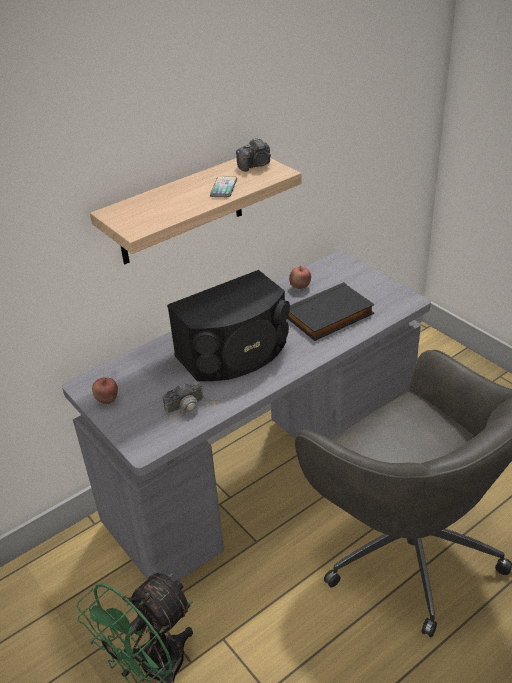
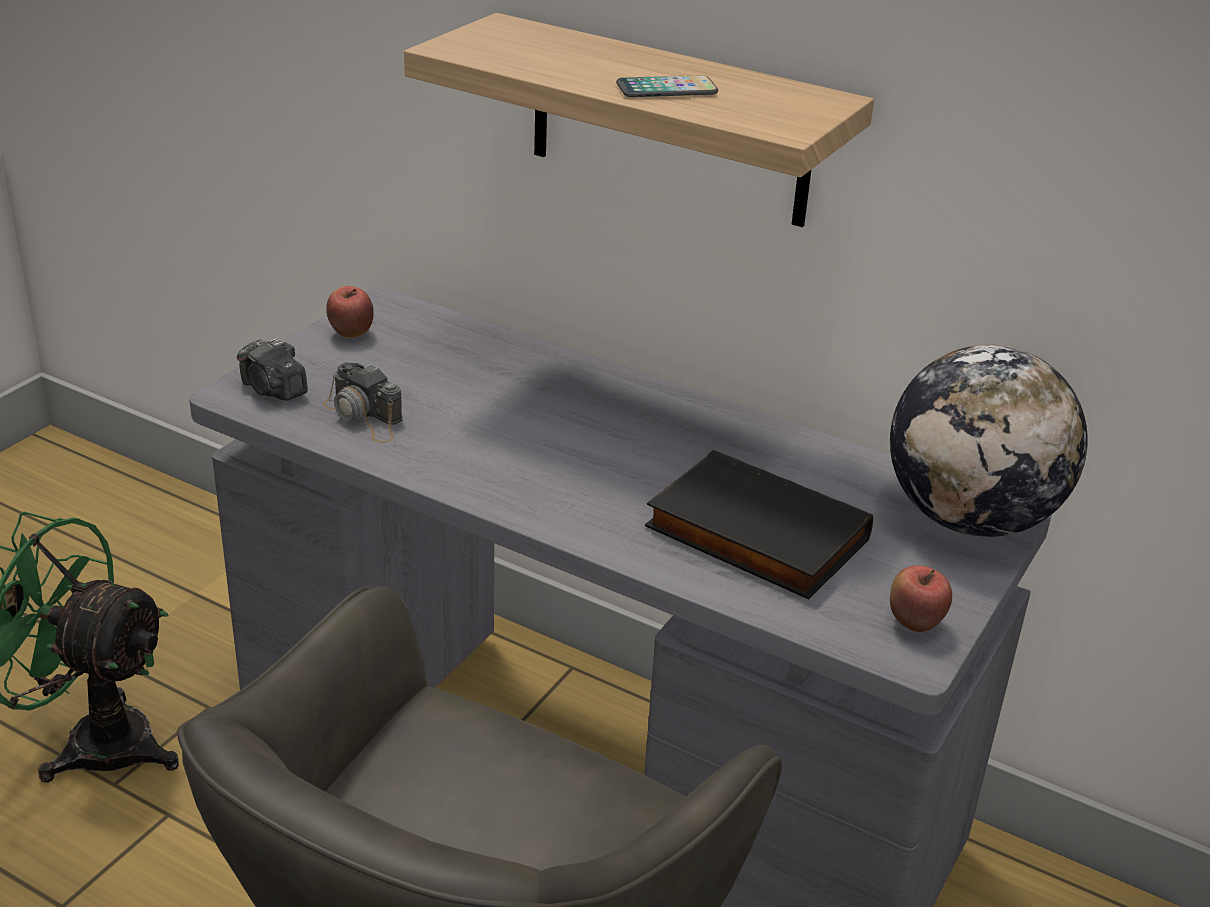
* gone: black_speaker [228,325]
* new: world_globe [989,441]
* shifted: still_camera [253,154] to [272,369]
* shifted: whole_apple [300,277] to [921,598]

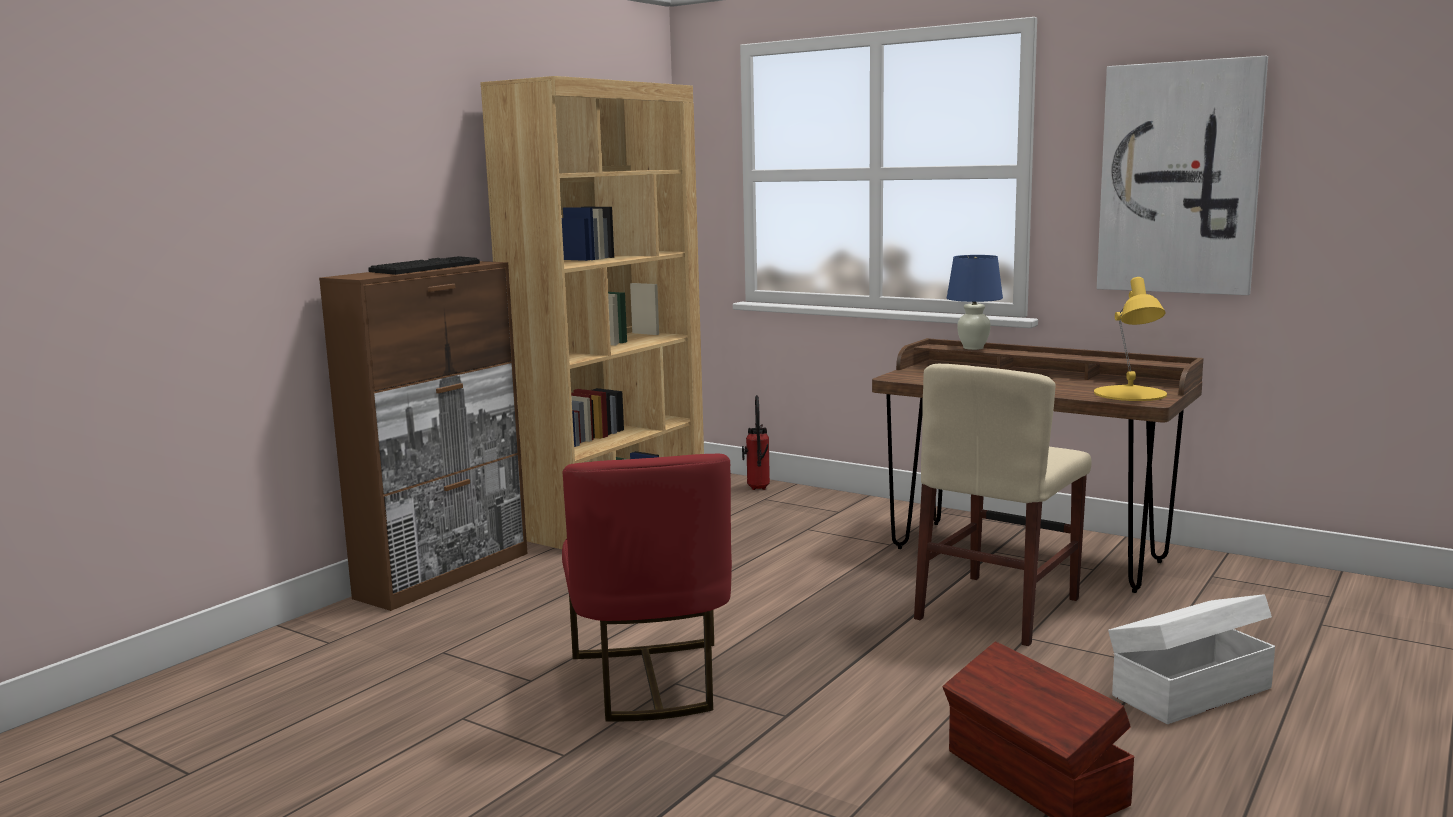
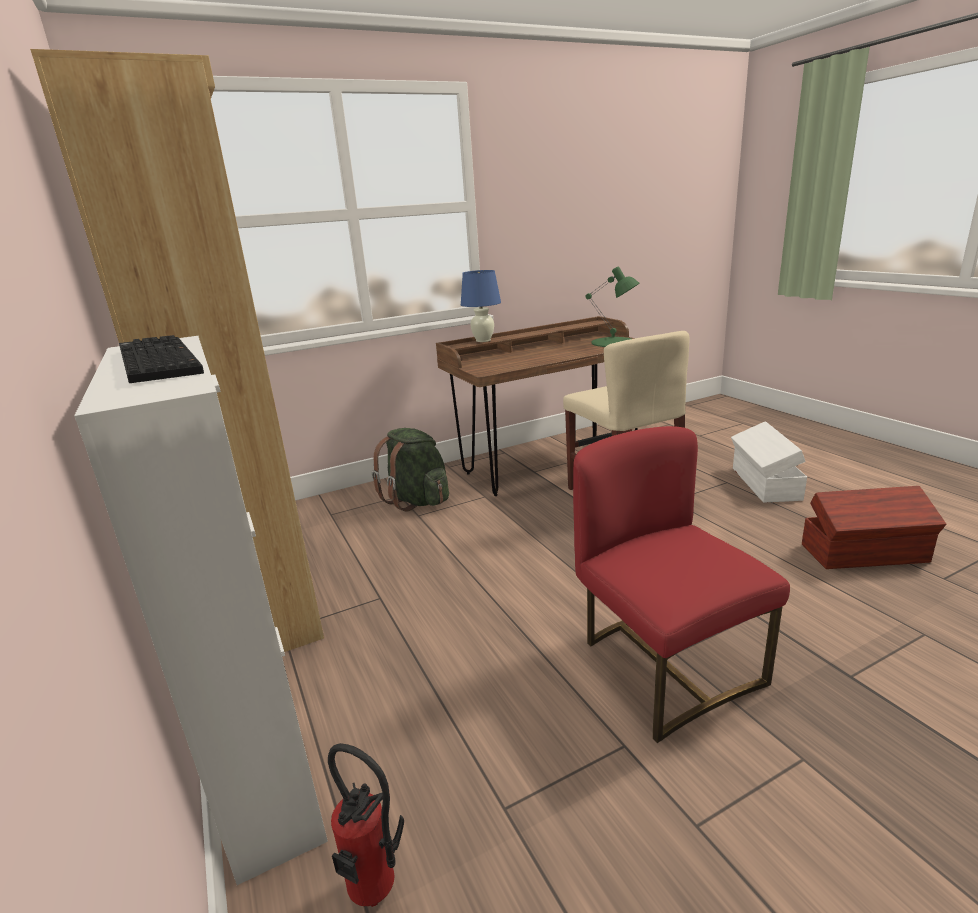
* gone: wall_art [1182,175]
* new: green-coloured_knapsack [410,469]
* shifted: fire_extinguisher [756,442] to [366,825]
* repainted: brown_cabinet [423,436] to whitish_cabinet [201,610]
* repainted: yellow-coloured_lamp_for_a_table [1130,339] to green-coloured_lamp_for_a_table [612,307]
* rotated: reddish_upright_chair [647,588] = [681,584] 135 degrees counterclockwise

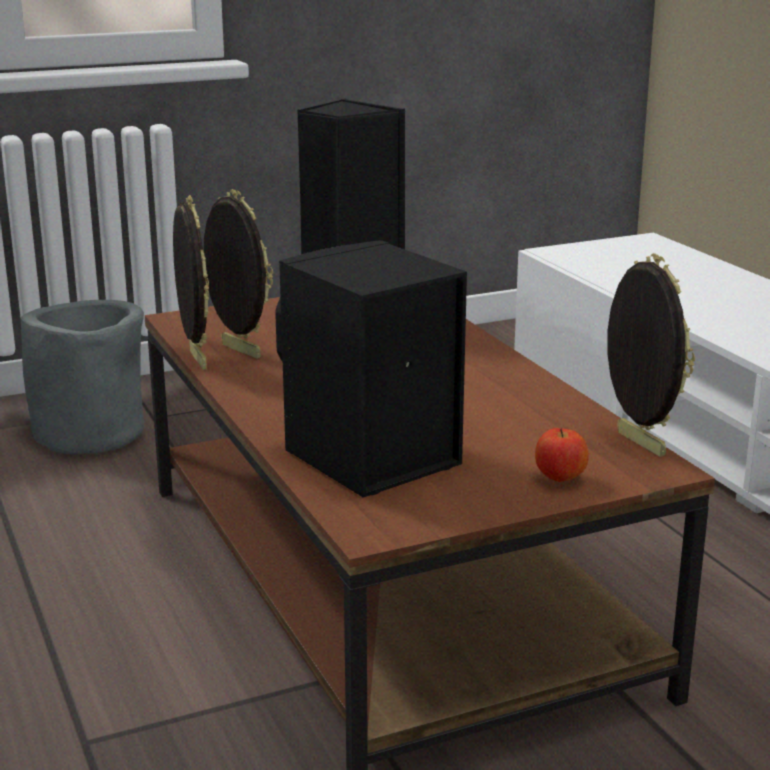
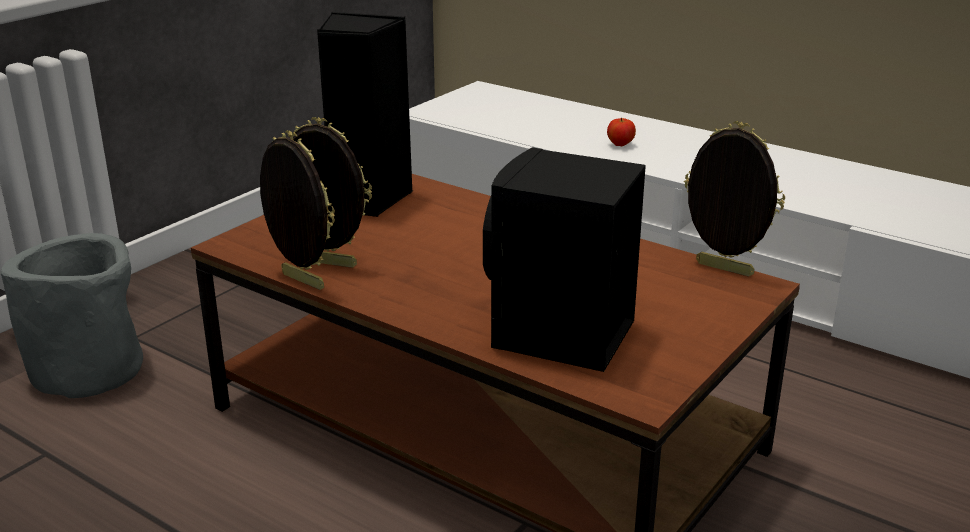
* shifted: whole_apple [562,455] to [621,132]

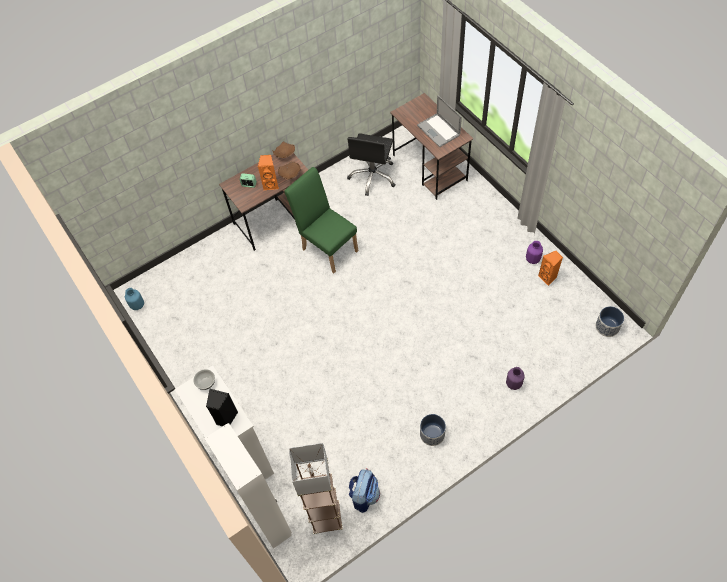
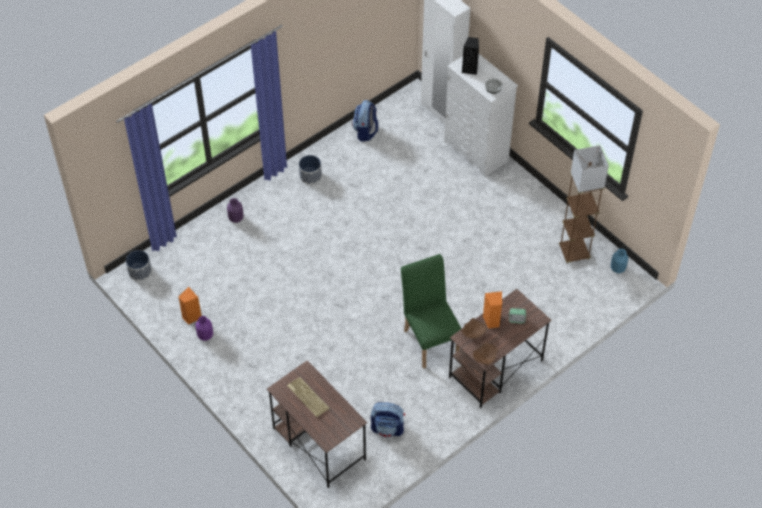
* shifted: brown_standard_lamp [316,488] to [584,204]
* swapped: black_office_chair [371,164] to knapsack [388,420]
* swapped: laptop [439,121] to computer_keyboard [308,397]
* rotated: green-coloured_upright_chair [321,220] = [431,311] 150 degrees counterclockwise

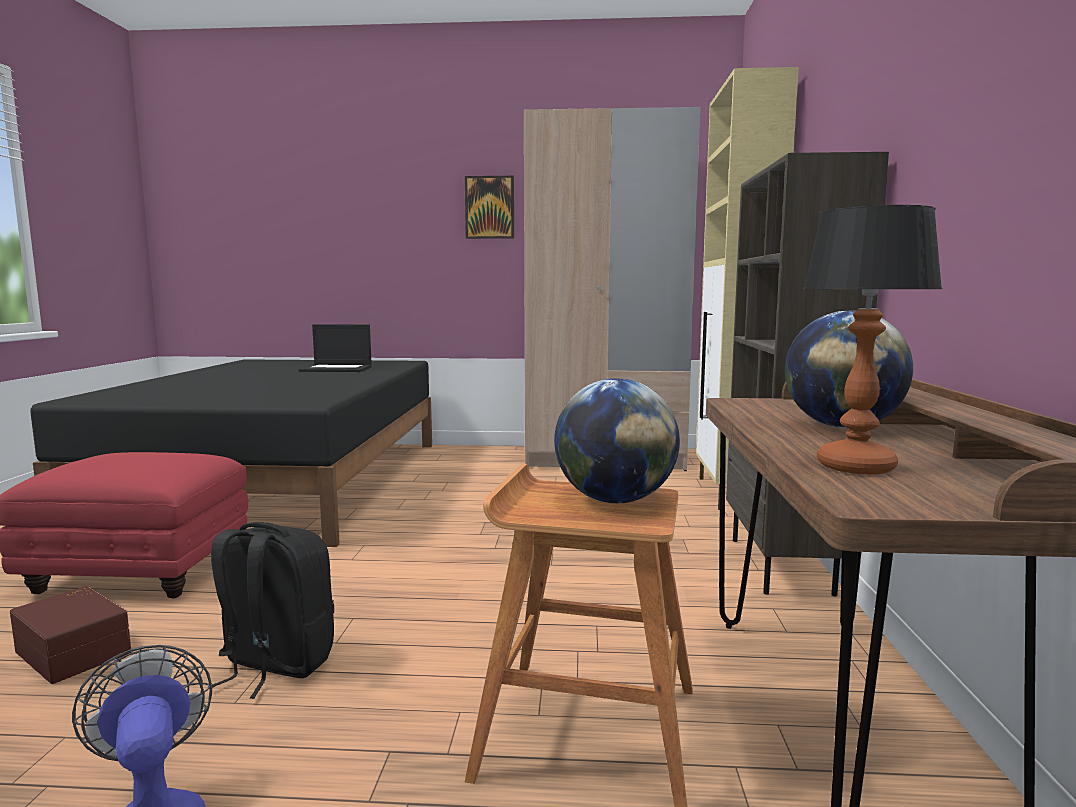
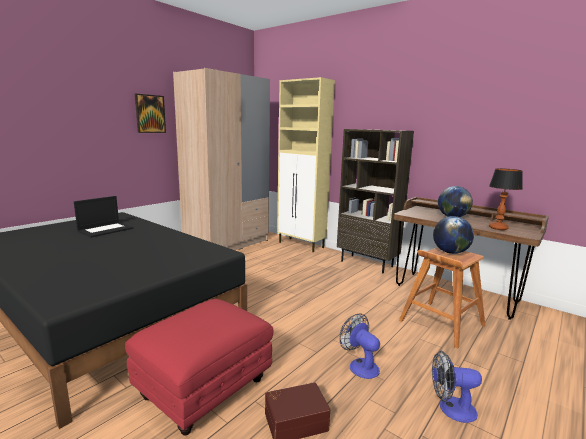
* swapped: black_knapsack [272,610] to fan [360,346]

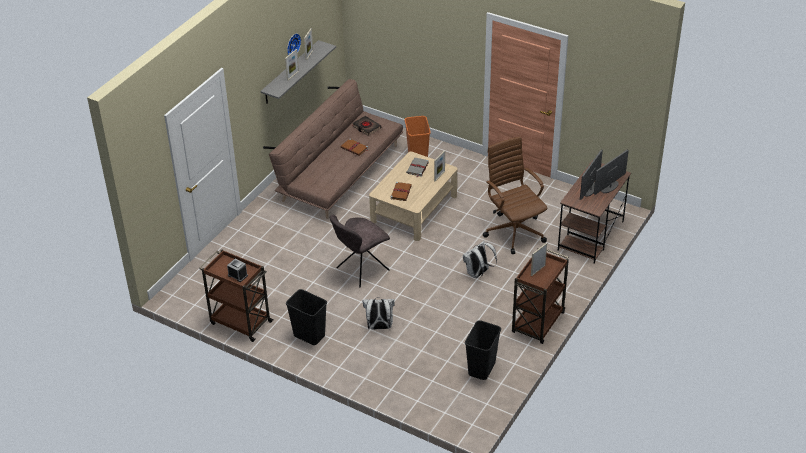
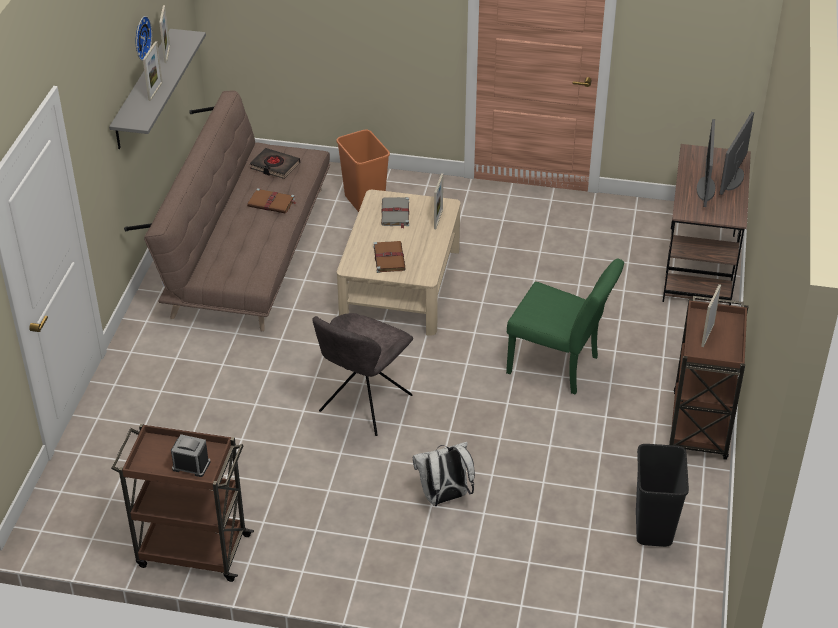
* gone: black_waste_bin [306,317]
* gone: brown_office_chair [515,195]
* swapped: whitish_knapsack [480,259] to green-coloured_upright_chair [565,326]

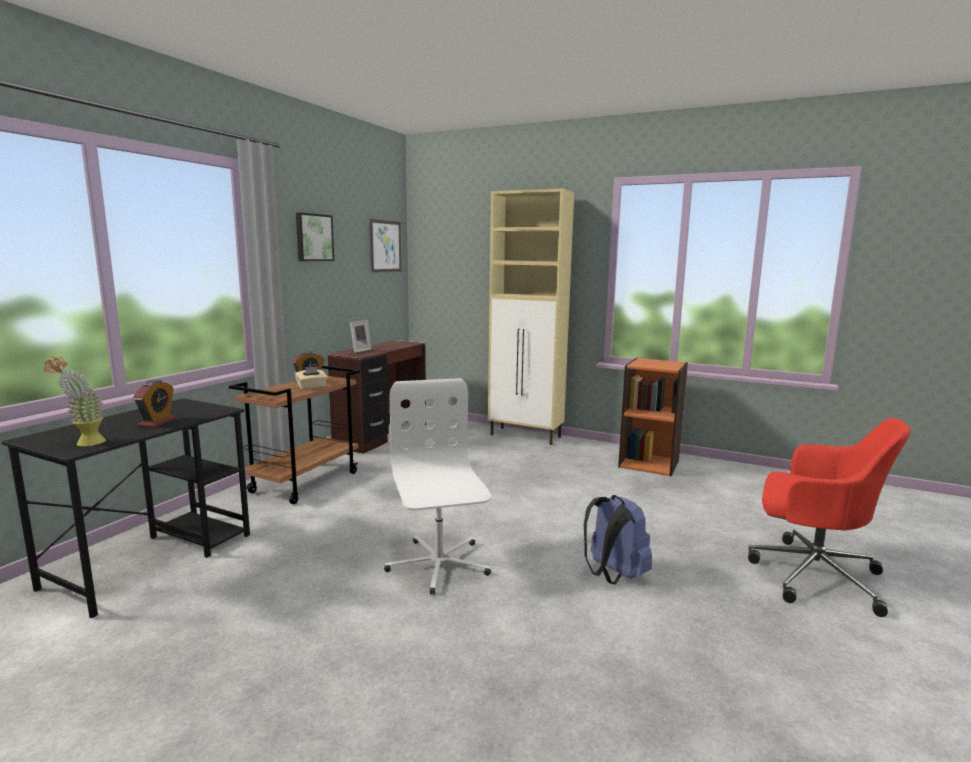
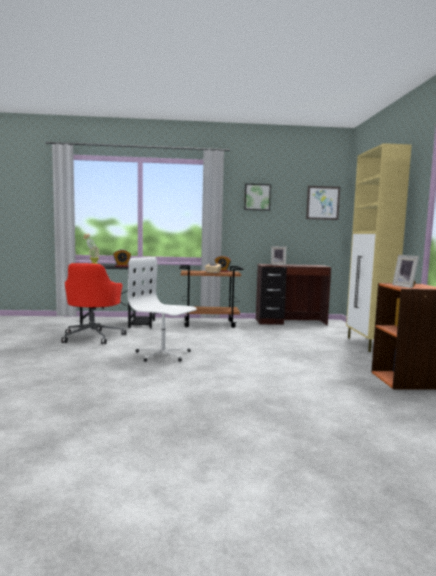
* gone: blue-coloured_knapsack [618,540]
* new: photo_frame [405,271]
* shifted: reddish_office_chair [829,517] to [93,303]
* rotated: whitish_office_chair [437,486] = [162,309] 105 degrees counterclockwise

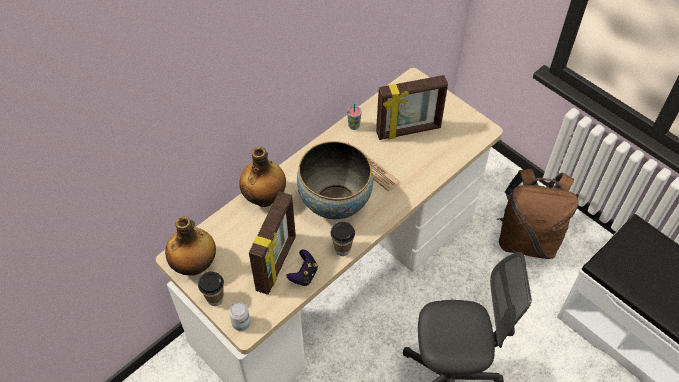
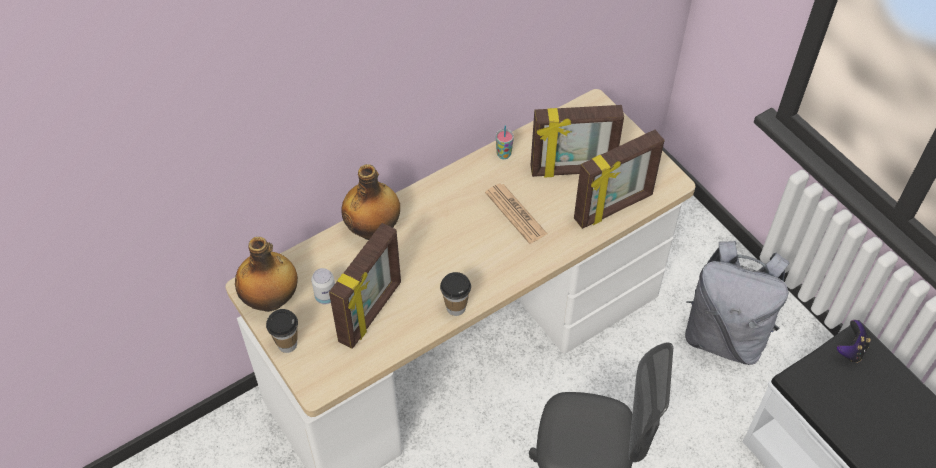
* gone: bowl [335,180]
* new: photo_frame [619,179]
* shifted: can [240,316] to [323,286]
* shifted: gamepad [302,267] to [854,341]
* repainted: brown_knapsack [538,213] to gray_knapsack [737,303]

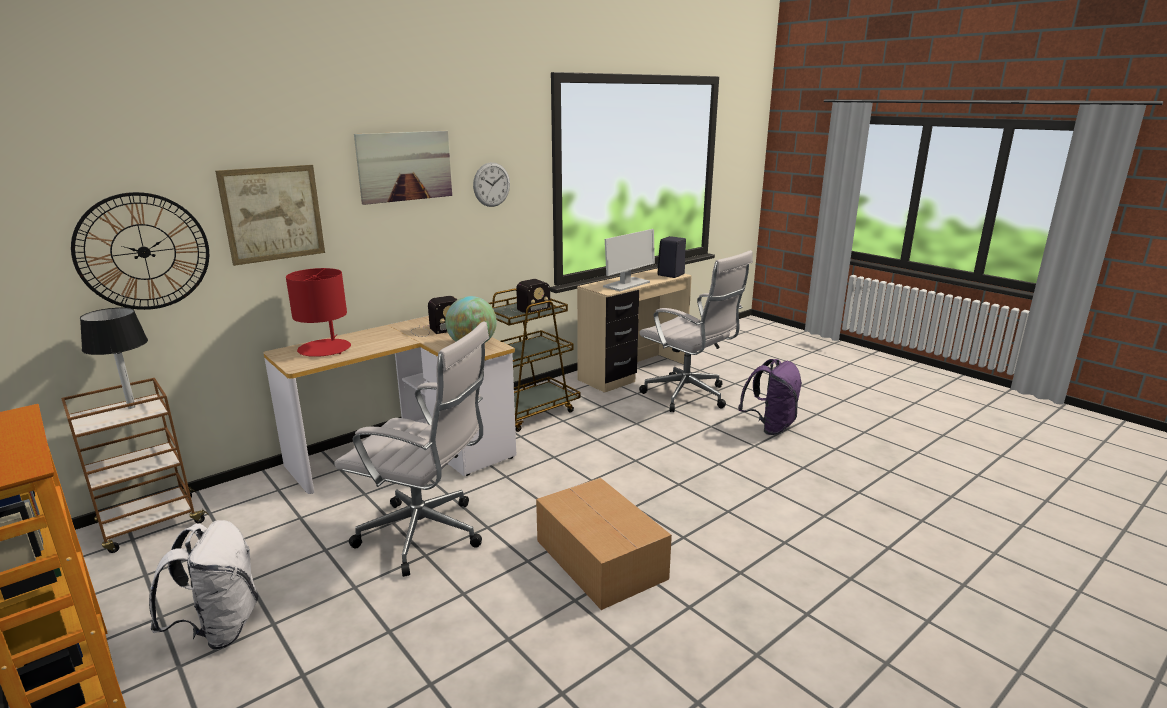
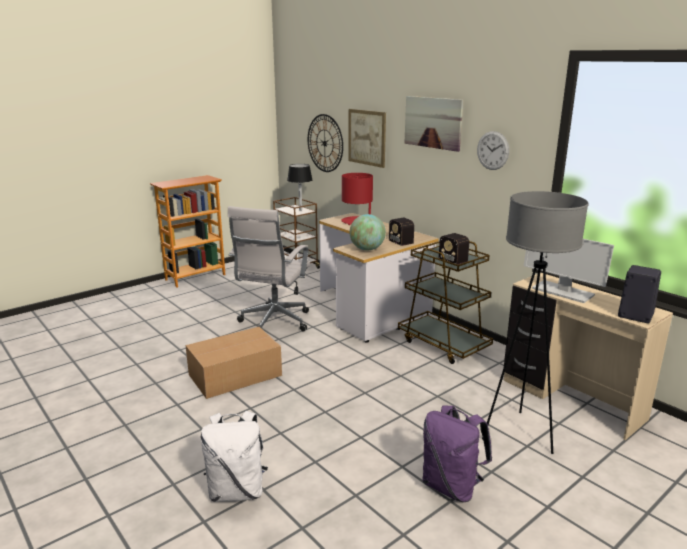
* shifted: whitish_knapsack [203,585] to [234,456]
* swapped: whitish_office_chair [696,331] to gray_standard_lamp [535,322]

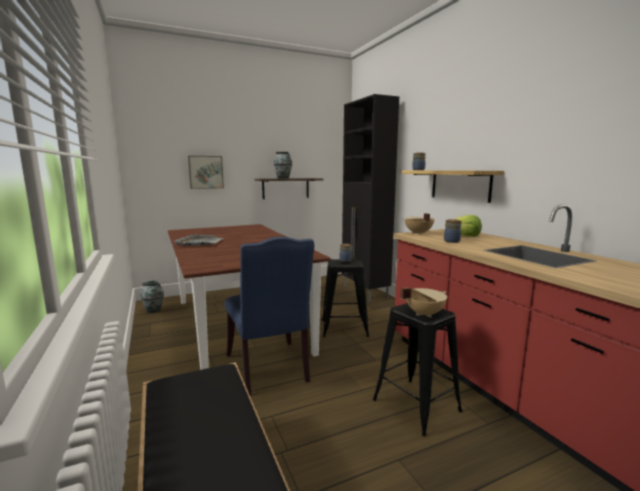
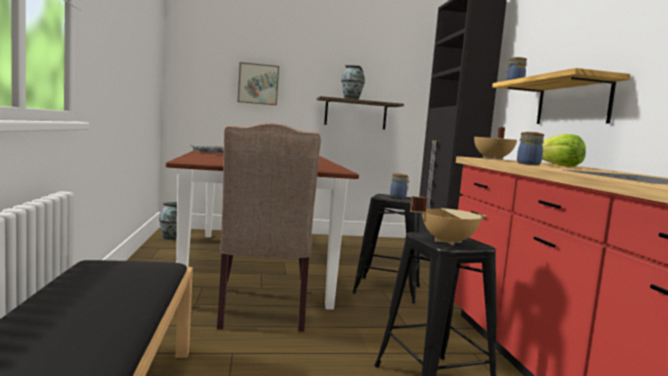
* repainted: blue-coloured_upright_chair [270,316] to beige_upright_chair [269,226]

